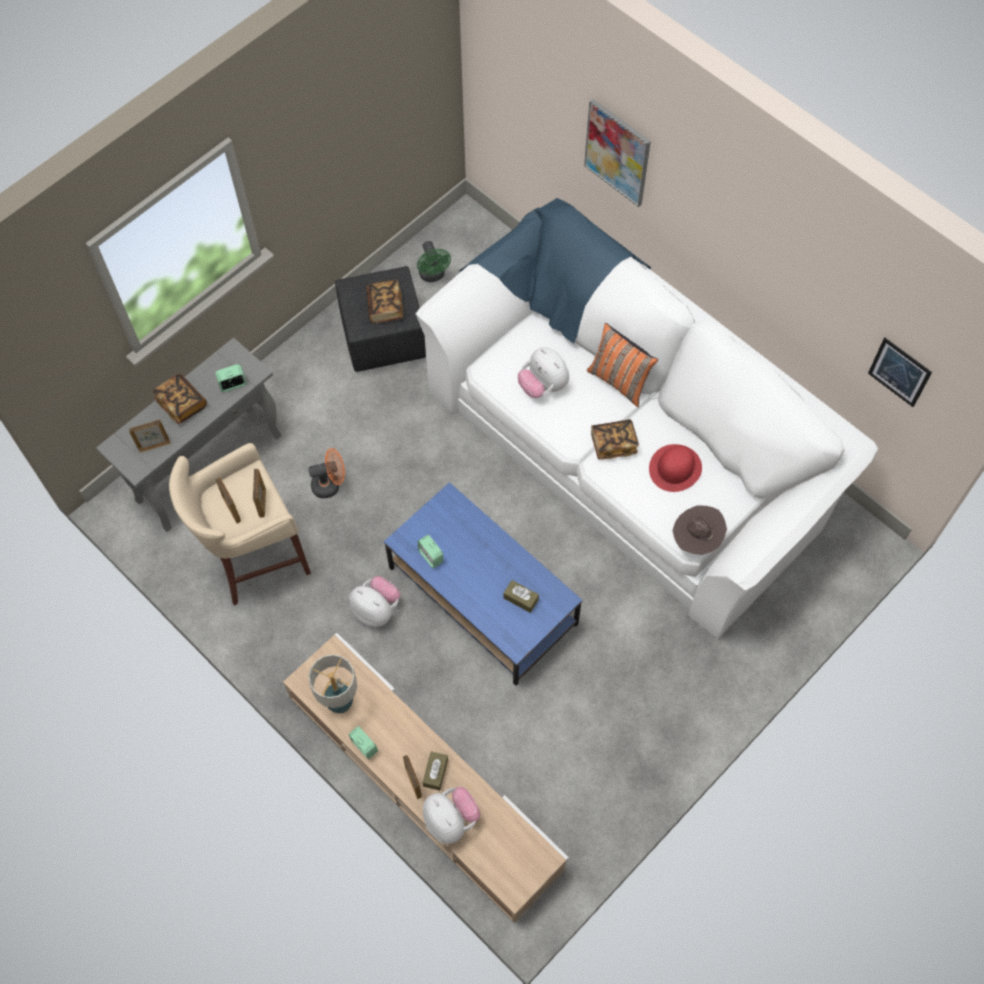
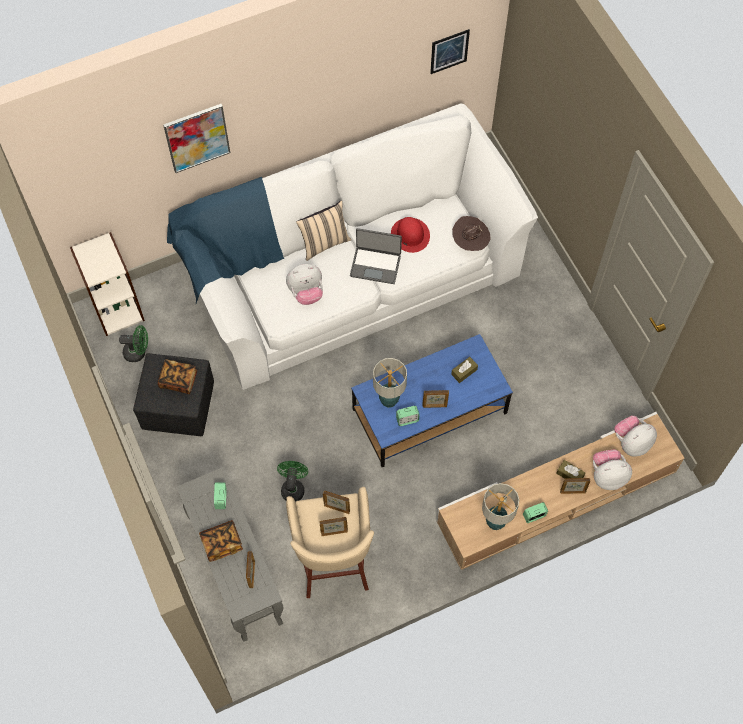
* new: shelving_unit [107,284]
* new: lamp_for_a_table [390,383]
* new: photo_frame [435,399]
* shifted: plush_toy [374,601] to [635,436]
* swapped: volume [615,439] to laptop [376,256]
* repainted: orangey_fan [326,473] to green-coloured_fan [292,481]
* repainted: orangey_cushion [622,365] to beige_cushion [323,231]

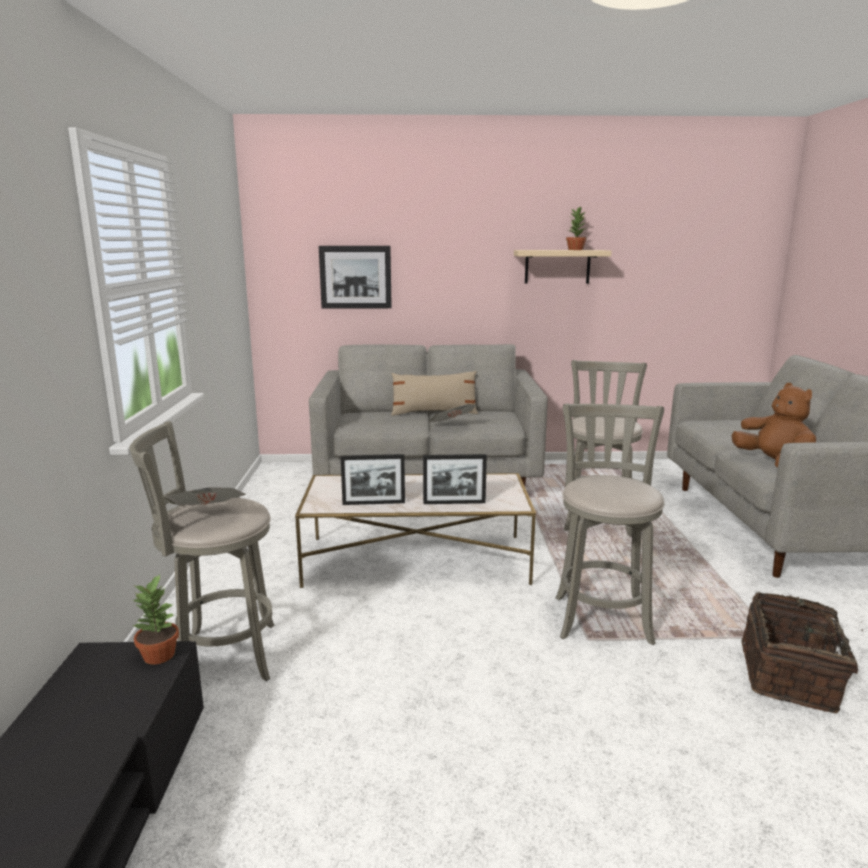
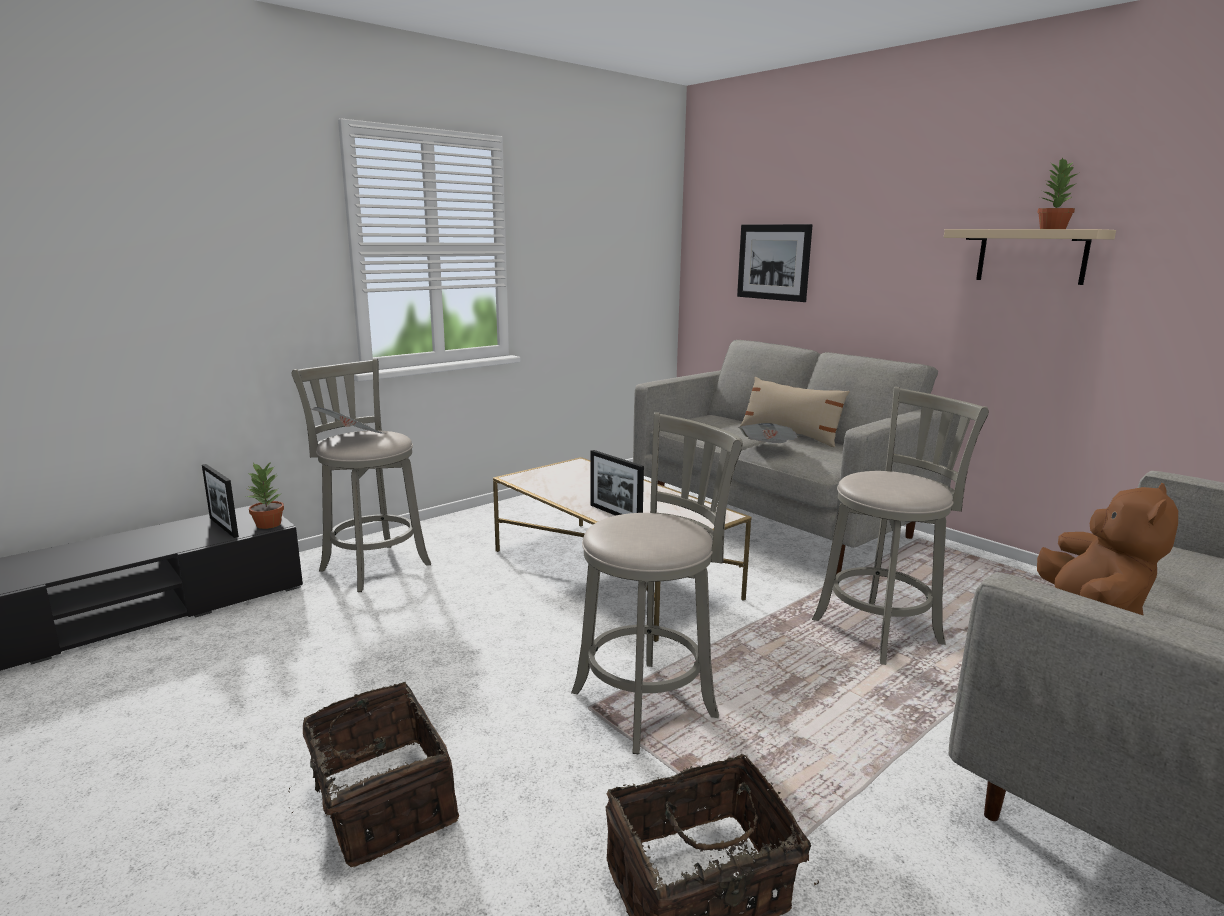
* new: household_basket [373,774]
* shifted: photo_frame [373,479] to [220,501]

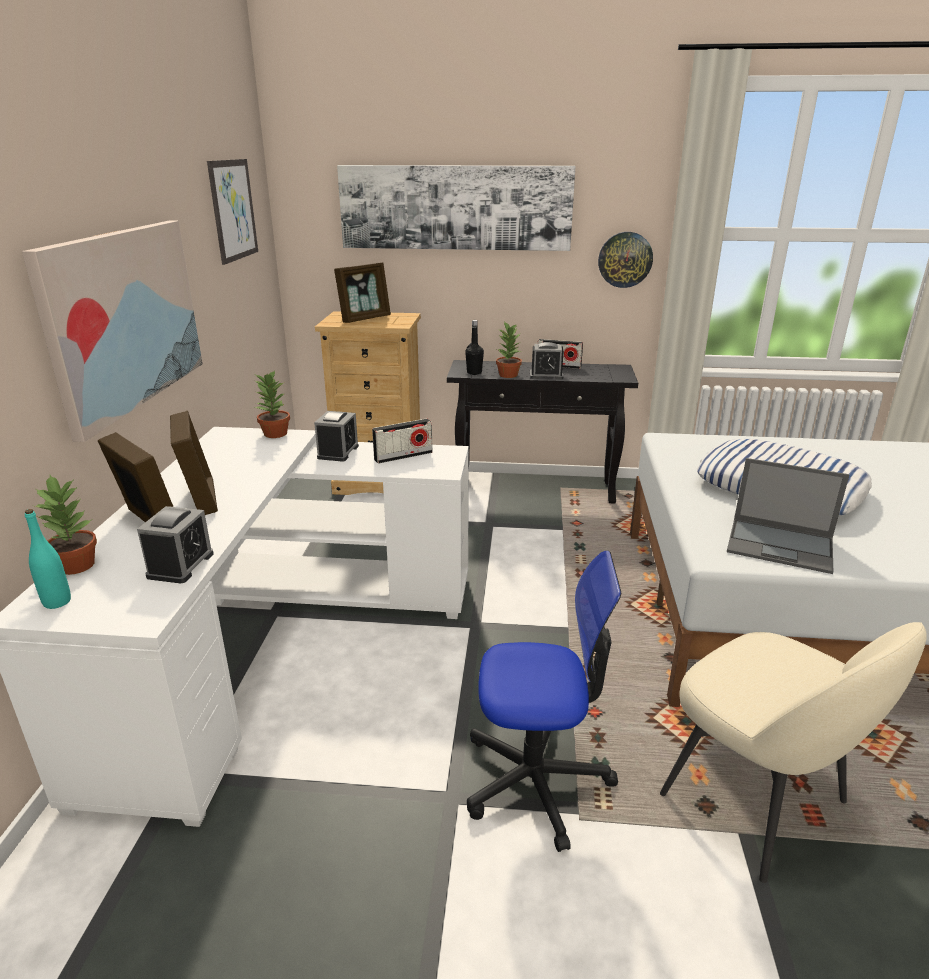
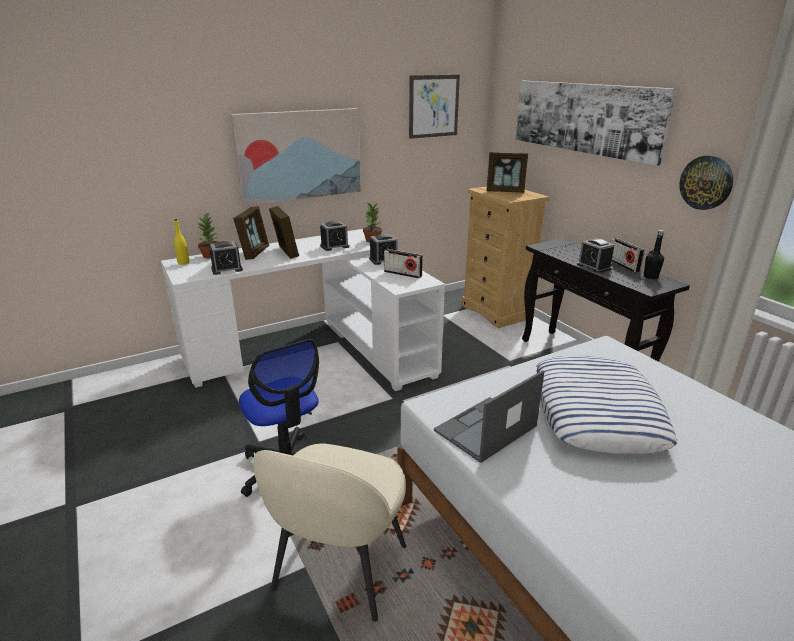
* gone: plant_in_a_pot [509,349]
* new: bedside_clock [334,236]
* shifted: black_beverage_bottle [474,347] to [654,254]
* repainted: blue-green_beverage_bottle [48,559] to yellow-coloured_beverage_bottle [181,242]
* rotated: photo_frame [194,463] = [284,232] 60 degrees counterclockwise
* rotated: laptop [788,516] = [489,416] 60 degrees clockwise

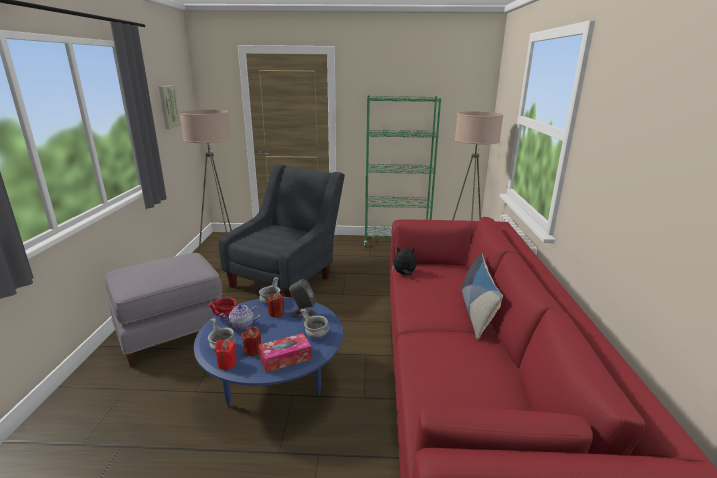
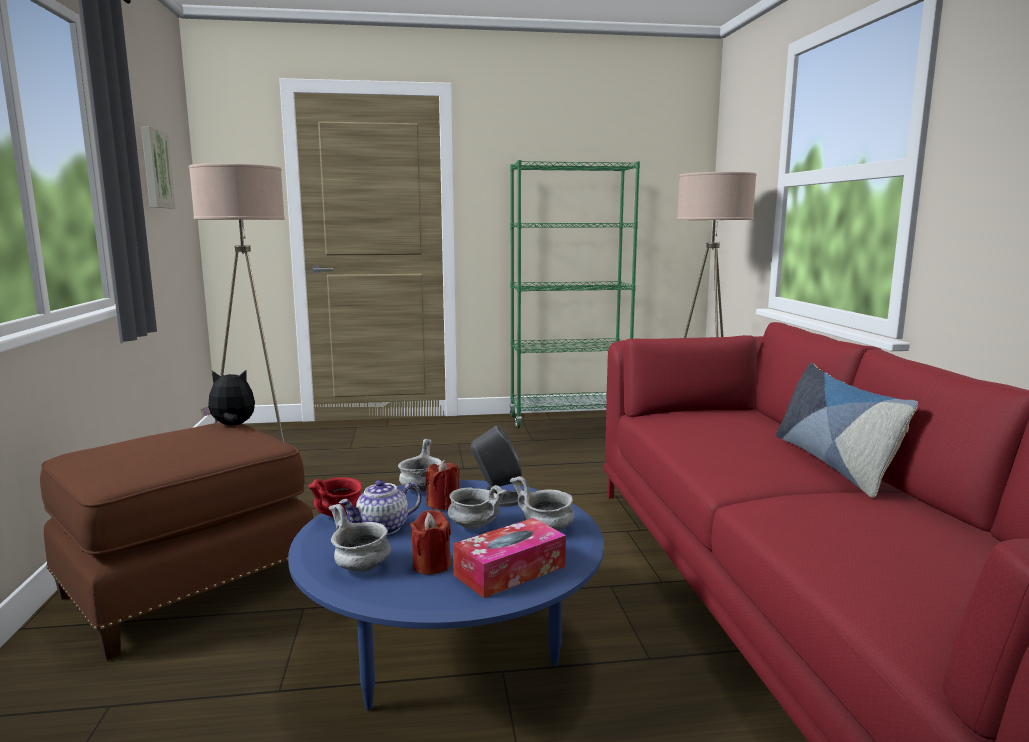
* gone: reddish_candle [226,355]
* gone: gray_easy_chair [281,230]
* new: gray_bowl [477,507]
* shifted: plush_toy [404,261] to [228,397]
* repainted: gray_footrest [163,310] to brown_footrest [176,541]

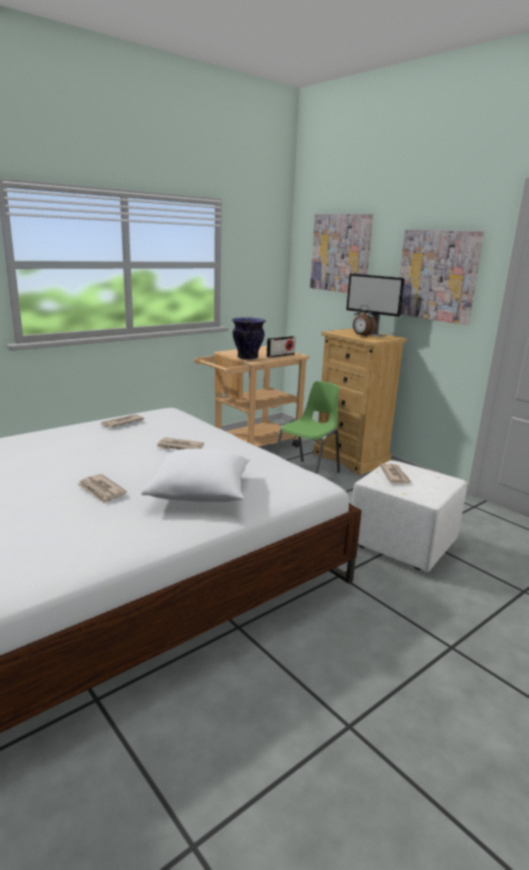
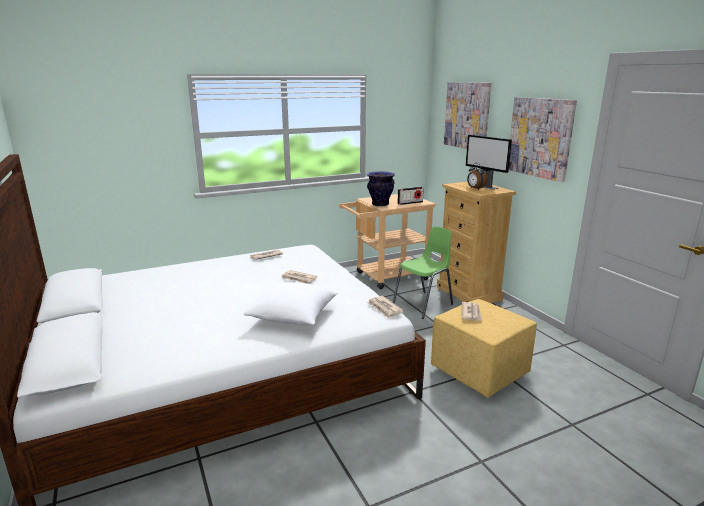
* shifted: newspaper [102,489] to [385,307]
* repainted: whitish_footrest [409,516] to yellow-coloured_footrest [484,348]

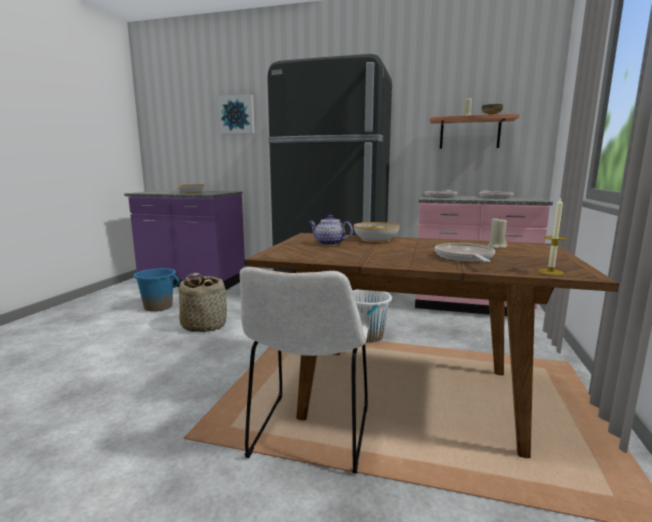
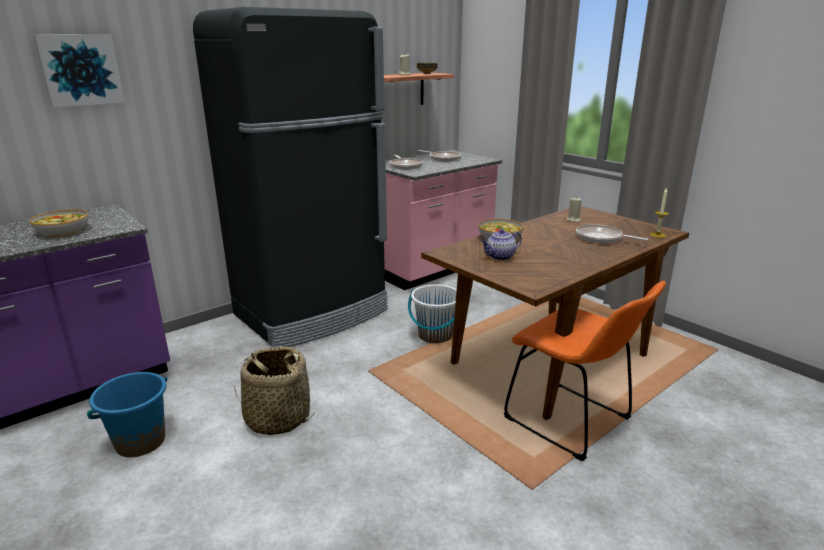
* repainted: whitish_upright_chair [305,370] to orangey_upright_chair [585,371]

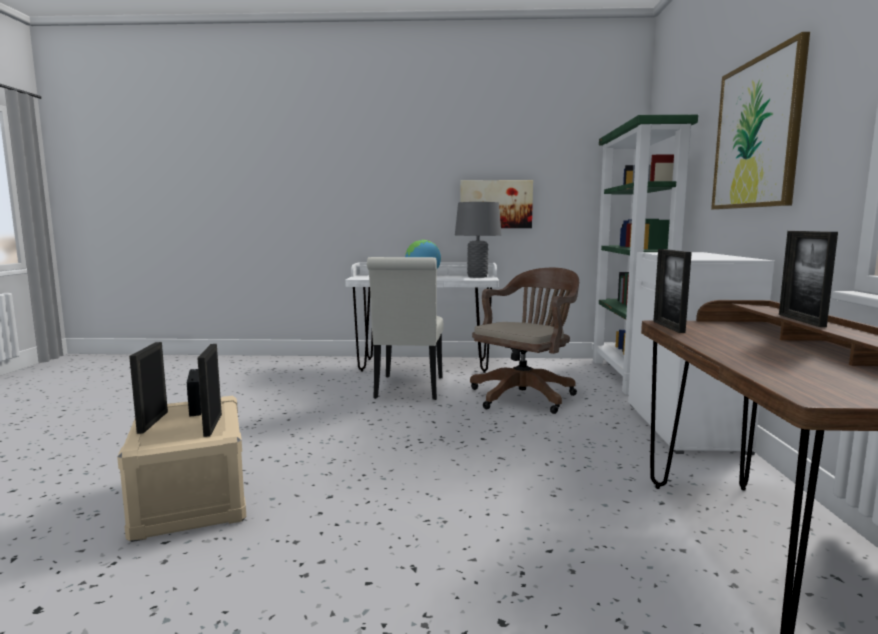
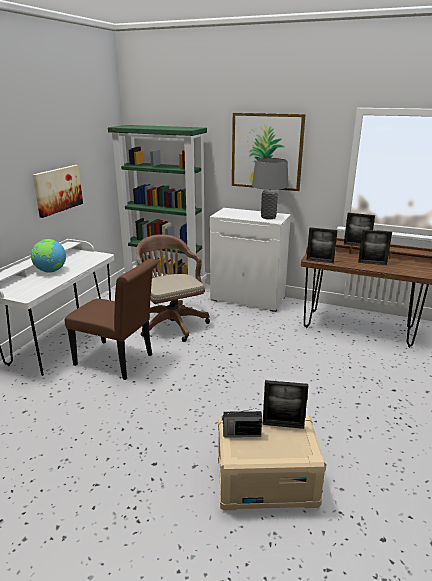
* shifted: photo_frame [148,388] to [375,247]
* shifted: gray_lamp_for_a_table [478,240] to [270,188]
* repainted: whitish_upright_chair [405,328] to brown_upright_chair [111,319]

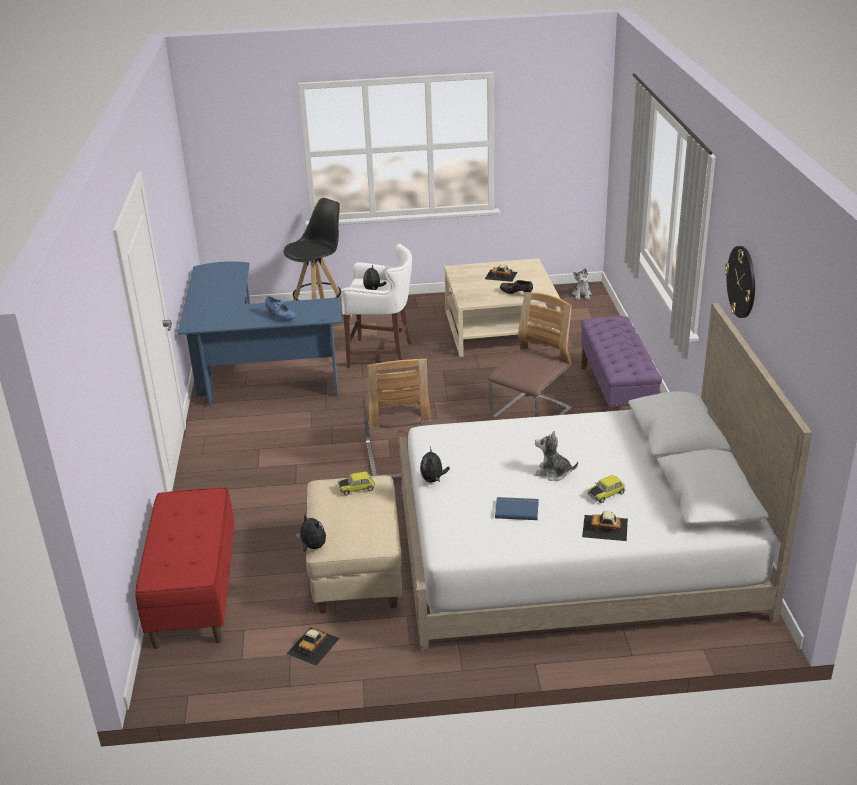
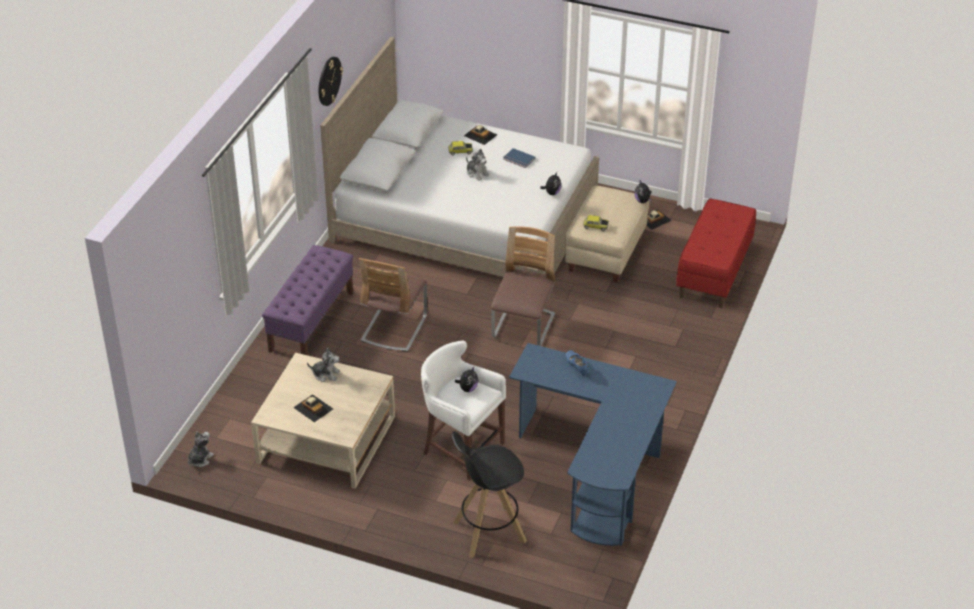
* swapped: black_low_shoe [516,287] to plush_toy [323,365]
* rotated: upright_chair [530,355] = [393,305] 45 degrees counterclockwise

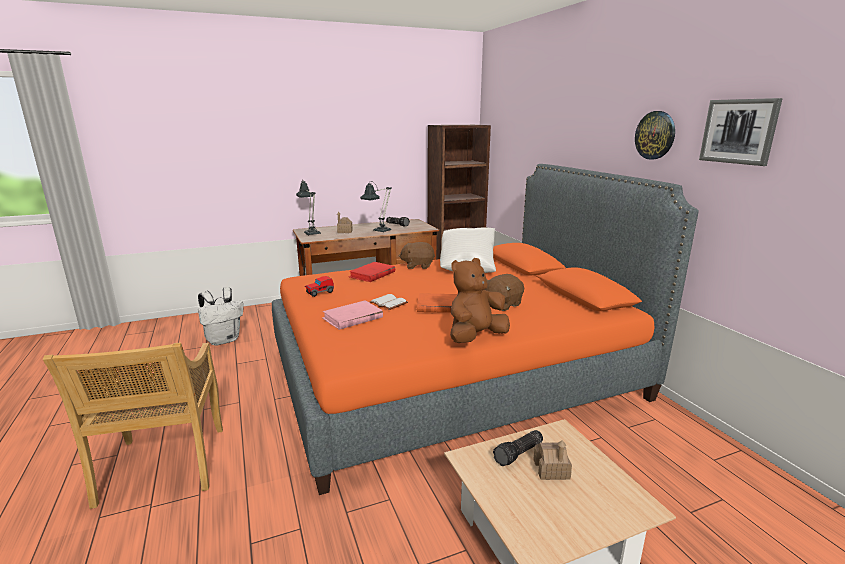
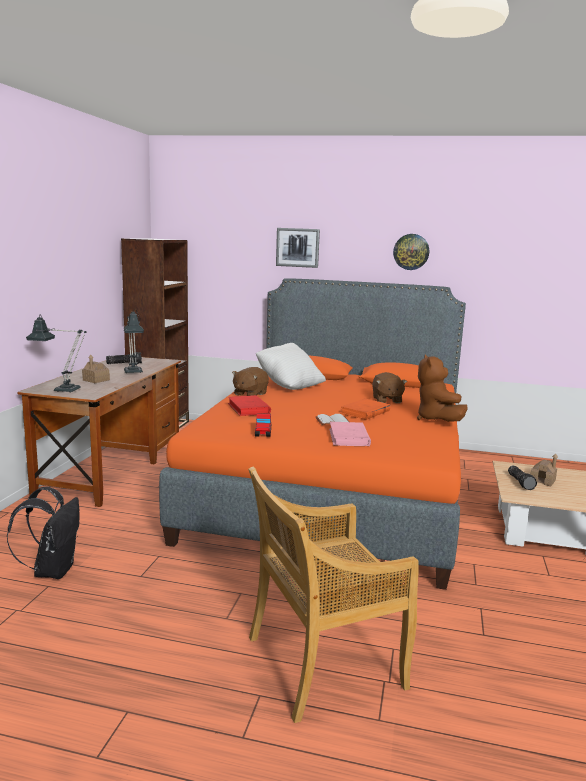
* shifted: wall_art [741,132] to [298,248]
* repainted: whitish_knapsack [220,316] to black_knapsack [43,533]
* rotated: beige_upright_chair [133,425] = [333,594] 135 degrees clockwise

